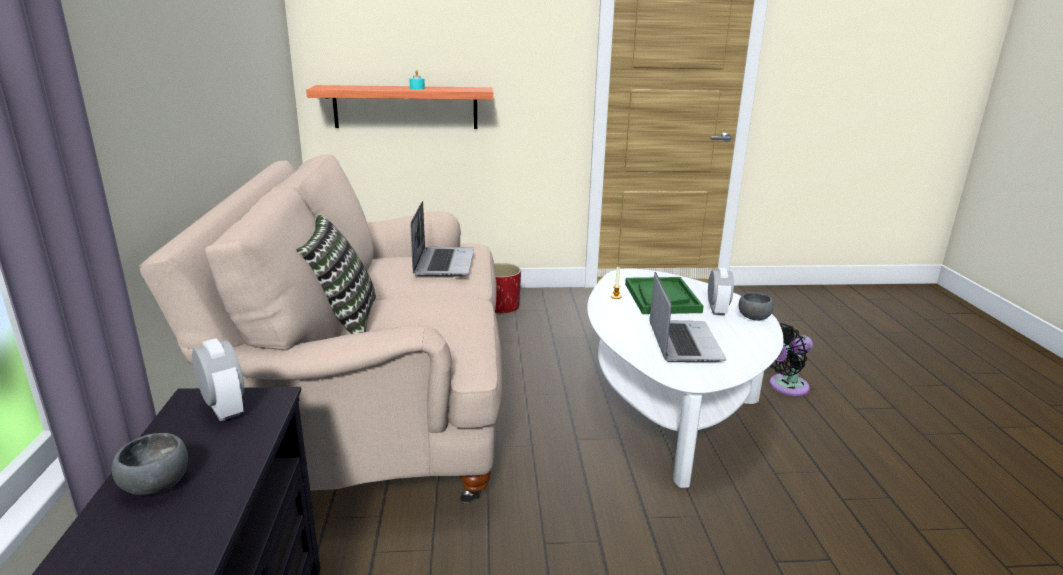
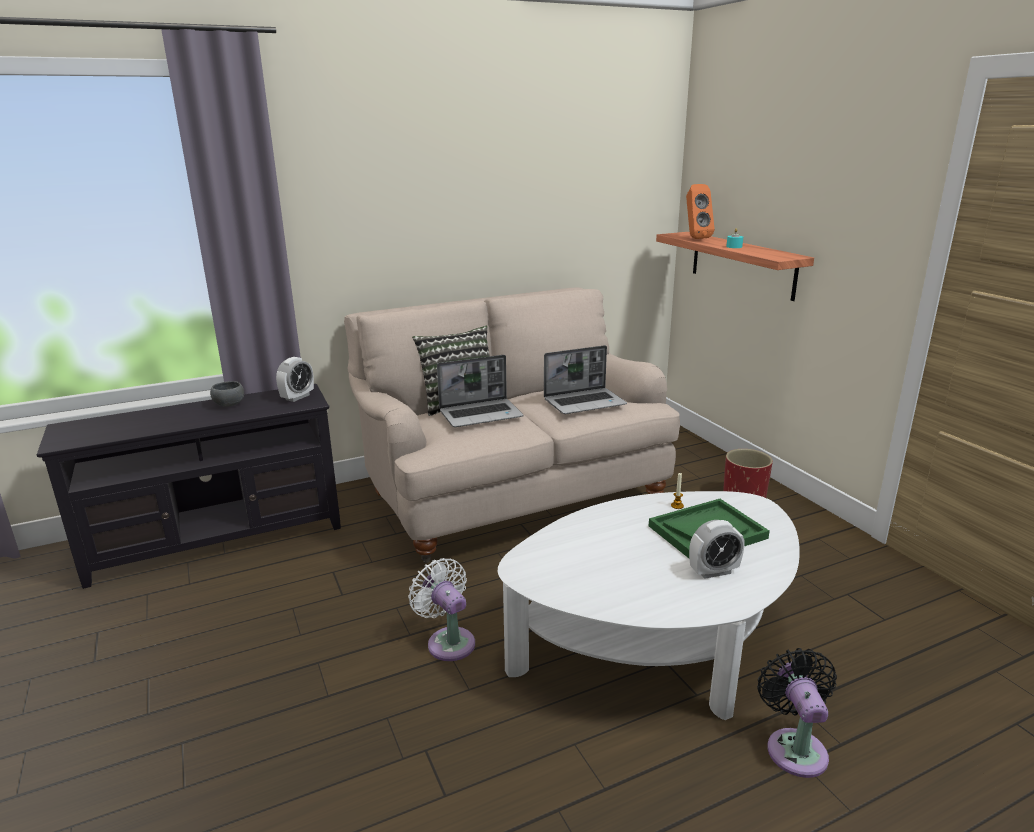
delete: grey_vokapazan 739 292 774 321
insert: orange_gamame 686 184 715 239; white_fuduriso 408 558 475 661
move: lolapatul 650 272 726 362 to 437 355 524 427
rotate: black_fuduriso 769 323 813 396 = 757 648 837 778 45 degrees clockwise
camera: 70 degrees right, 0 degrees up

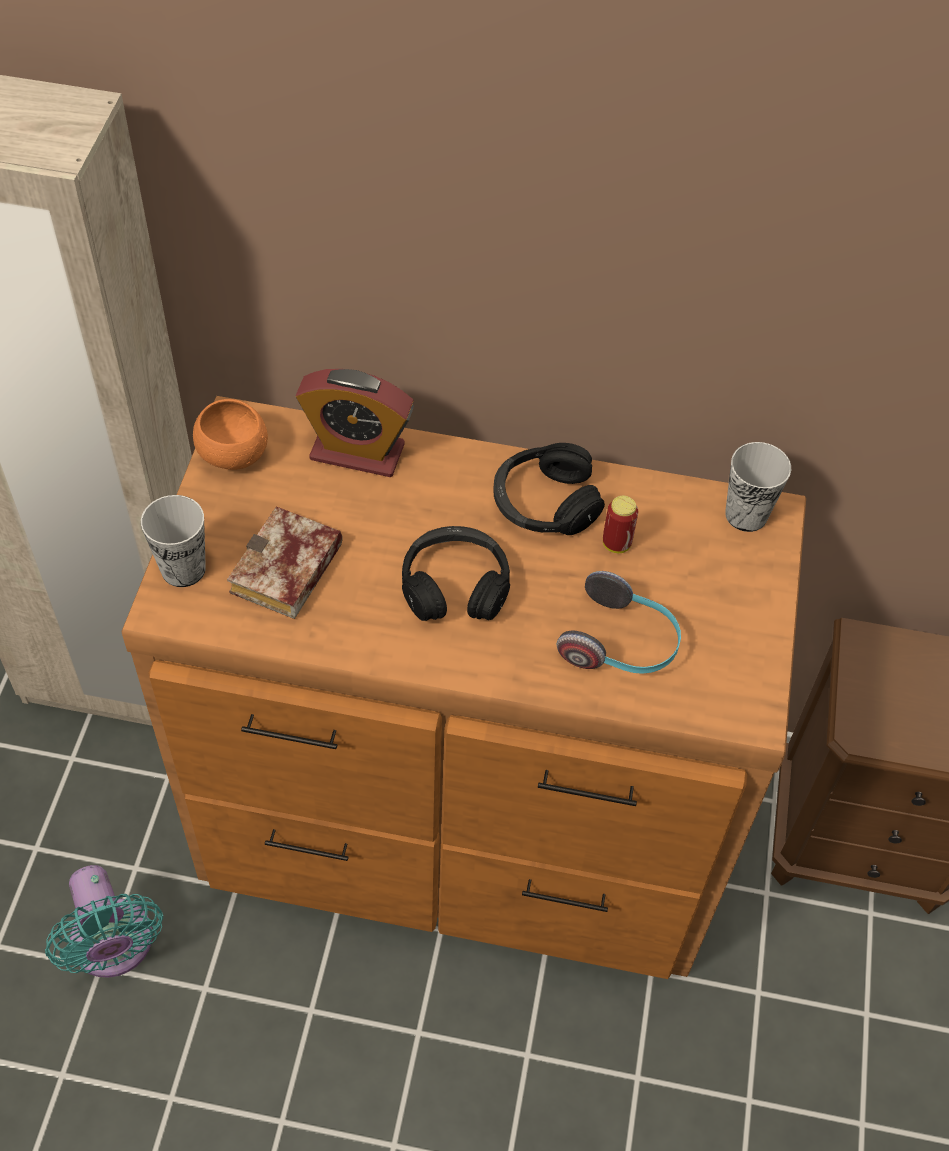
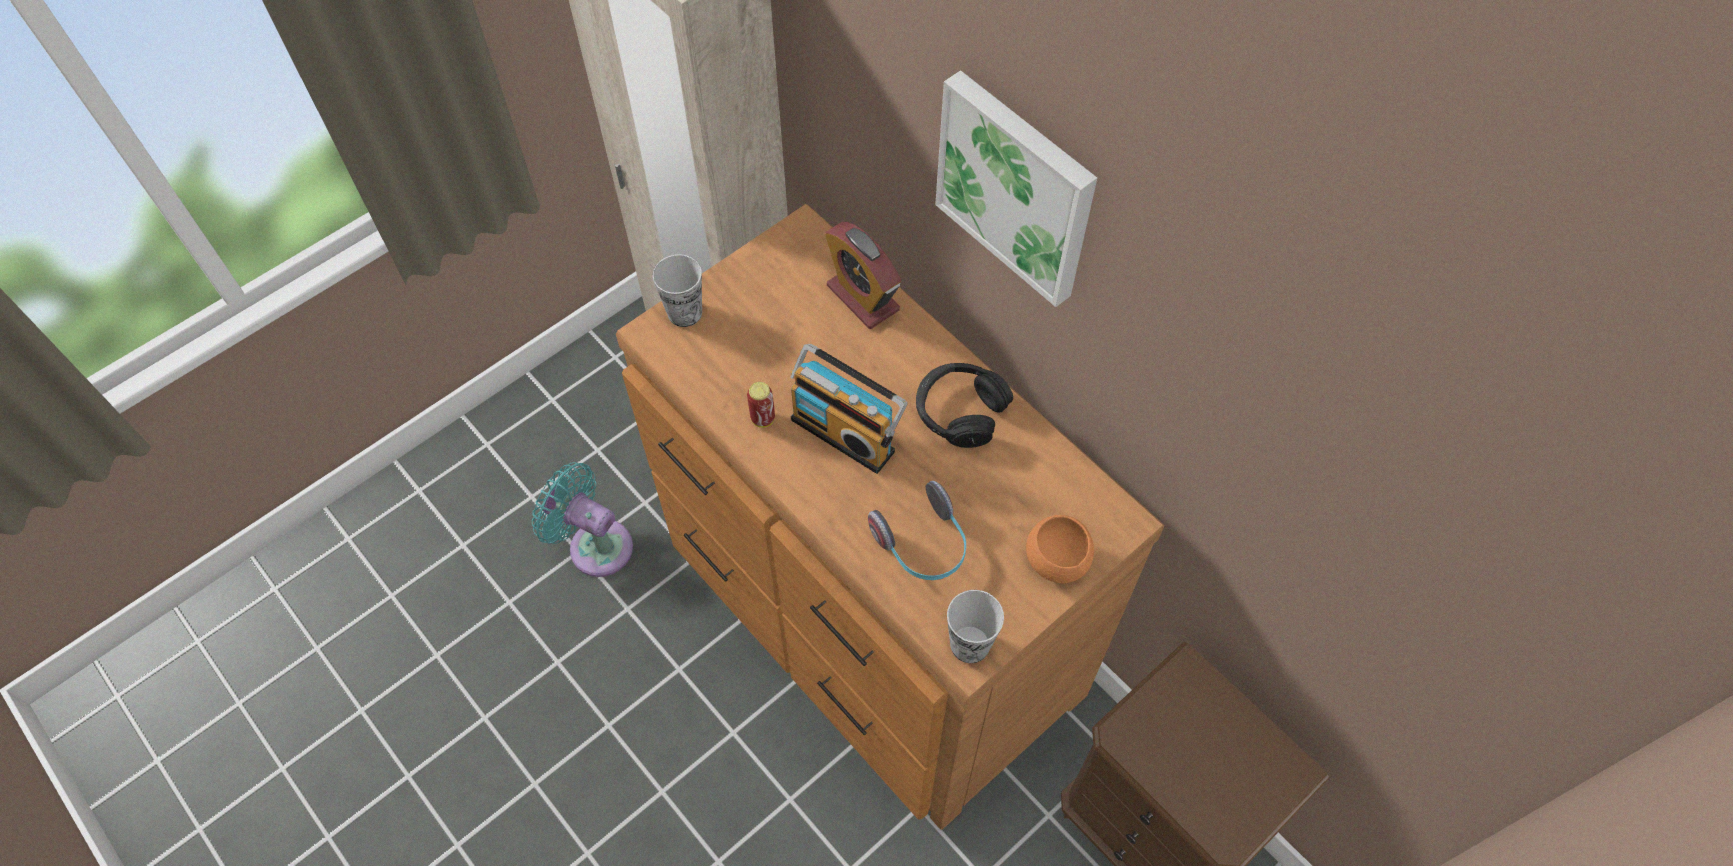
delete: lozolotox 227 507 343 619
insert: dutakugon 935 70 1097 307
move: orange_vokapazan 193 399 268 470 to 1026 515 1094 583; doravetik 725 442 791 532 to 947 590 1004 663; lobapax 603 496 638 553 to 747 382 775 428
replace: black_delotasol 402 526 510 621 to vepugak 790 344 908 474
rotate: turquoise_fuduriso 45 865 163 978 = 532 462 633 577 105 degrees clockwise
camera: 40 degrees right, 5 degrees up

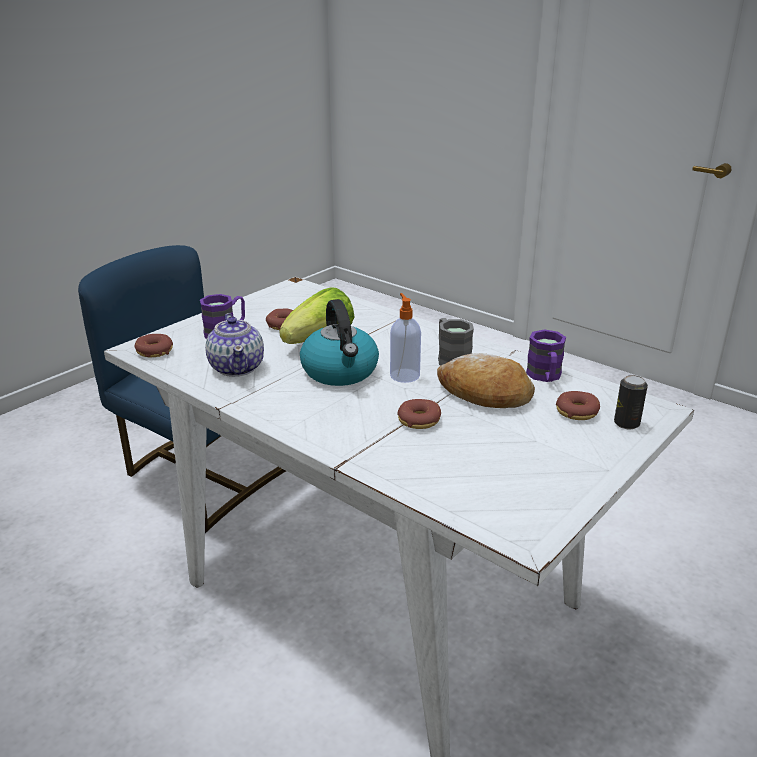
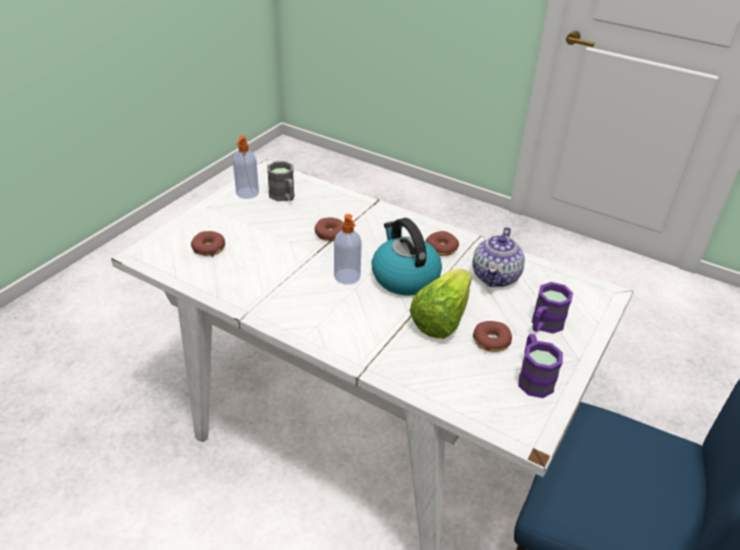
delete: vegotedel 437 353 535 408; lobapax 614 375 648 429
insert: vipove 233 135 259 199
move: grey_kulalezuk 438 318 474 365 to 267 161 295 201; purple_kulalezuk 526 330 566 382 to 518 334 563 398; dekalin 135 334 173 357 to 426 231 459 256
rotate: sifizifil 205 313 264 377 = 472 227 525 287 135 degrees counterclockwise
camera: 170 degrees right, 10 degrees up

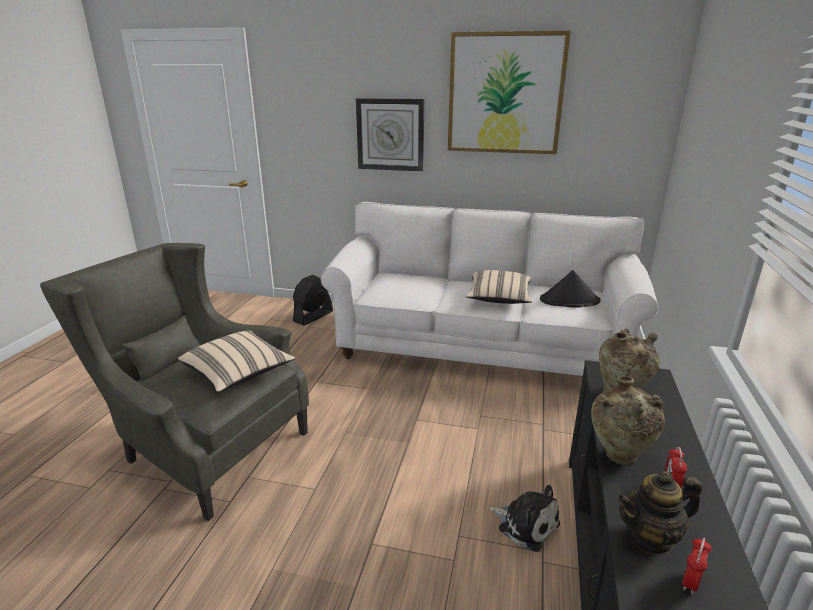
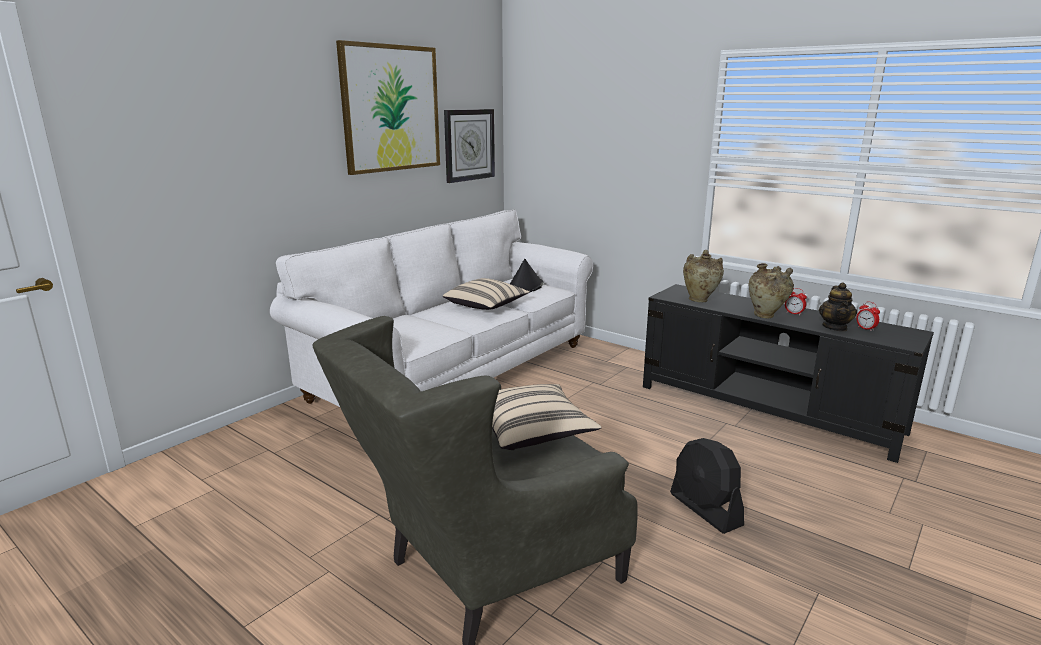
delete: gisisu 488 485 560 552
move: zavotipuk 356 98 424 171 to 444 109 495 183; black_fuduriso 293 275 333 325 to 670 438 744 534
camera: 65 degrees left, 5 degrees down

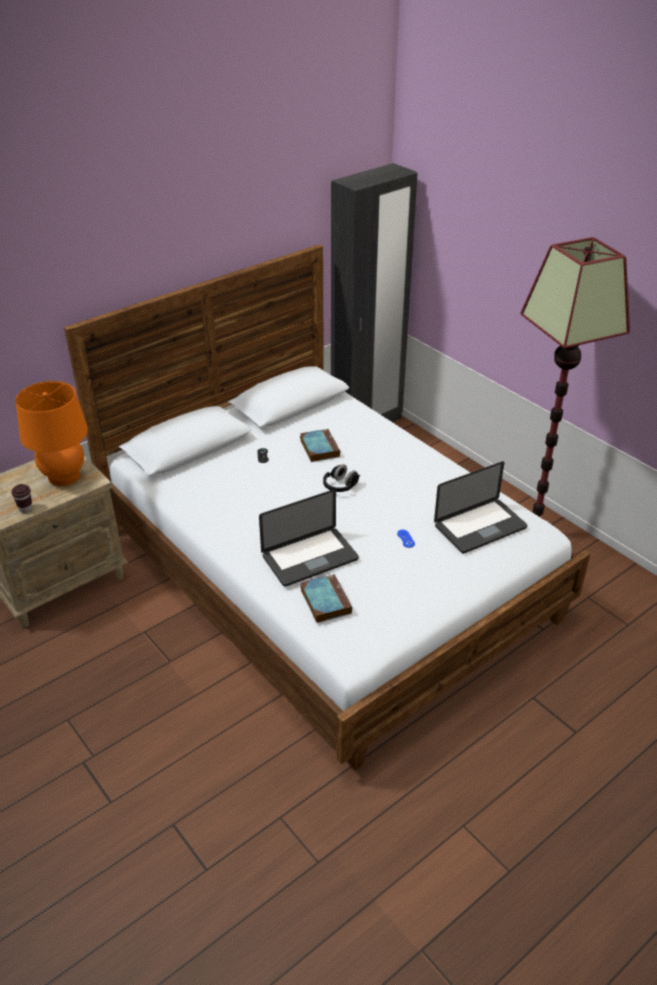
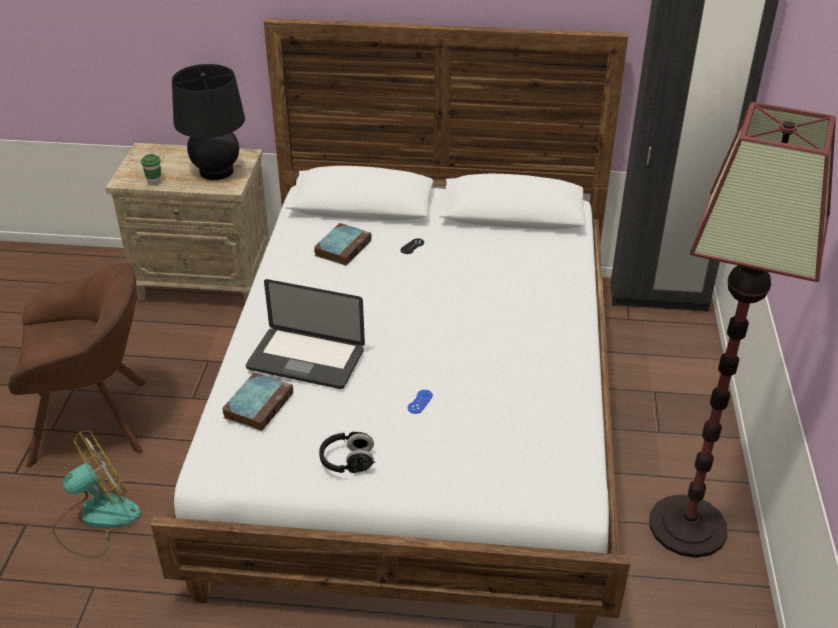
delete: lolapatul 434 461 527 554
insert: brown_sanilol 8 263 146 467; fuduriso 52 431 141 558
move: lozolotox 300 429 340 462 to 314 223 371 266; black_delotasol 323 464 360 492 to 319 432 375 473
recolor: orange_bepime 15 381 88 486 to black_bepime 172 64 245 180; brown_doravetik 11 484 33 513 to green_doravetik 141 154 162 185
camera: 45 degrees right, 0 degrees up

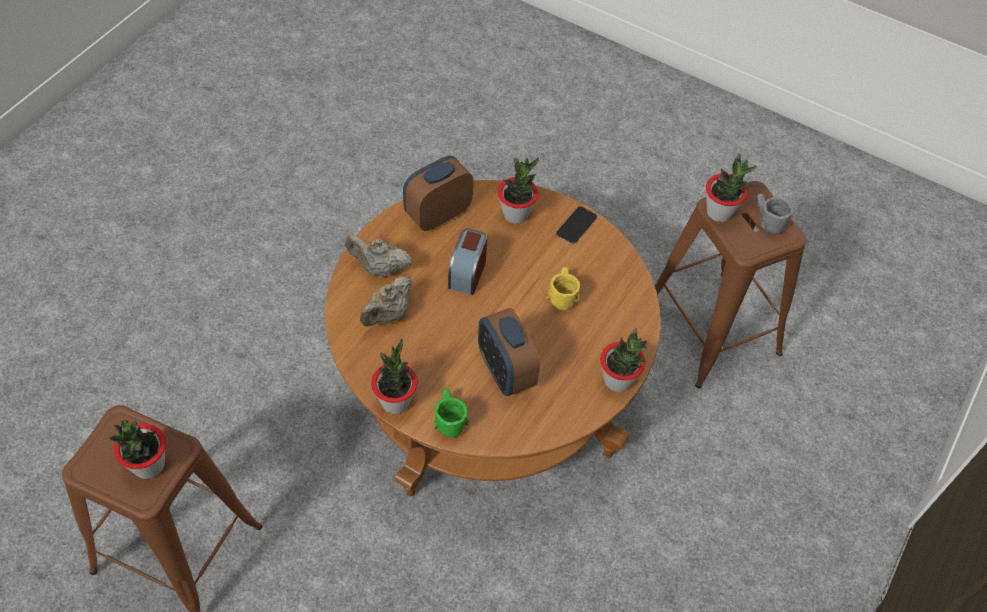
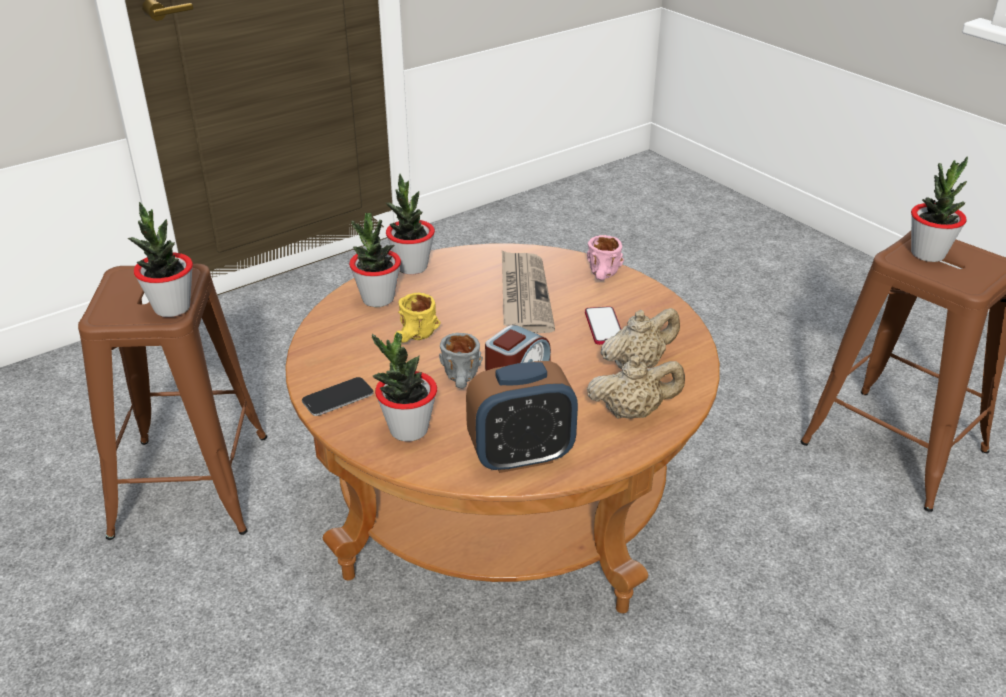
insert: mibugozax 585 306 621 345
move: grey_kulalezuk 756 194 793 234 to 439 333 483 388; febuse 371 338 417 414 to 349 213 401 307
replace: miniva 478 308 540 396 to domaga 502 250 555 333
recolor: green_kulalezuk 434 389 469 437 to pink_kulalezuk 587 235 624 281
rotate: beige_sifizifil 345 234 412 277 = 587 355 685 419 45 degrees counterclockwise
camera: 155 degrees left, 20 degrees down

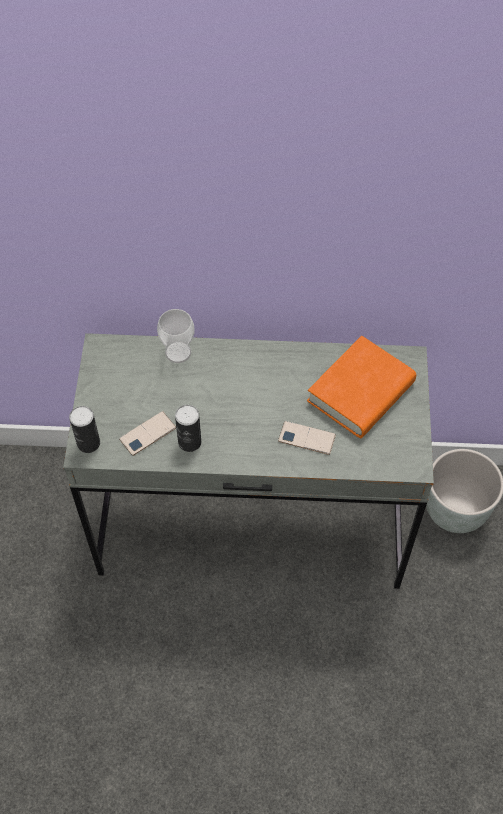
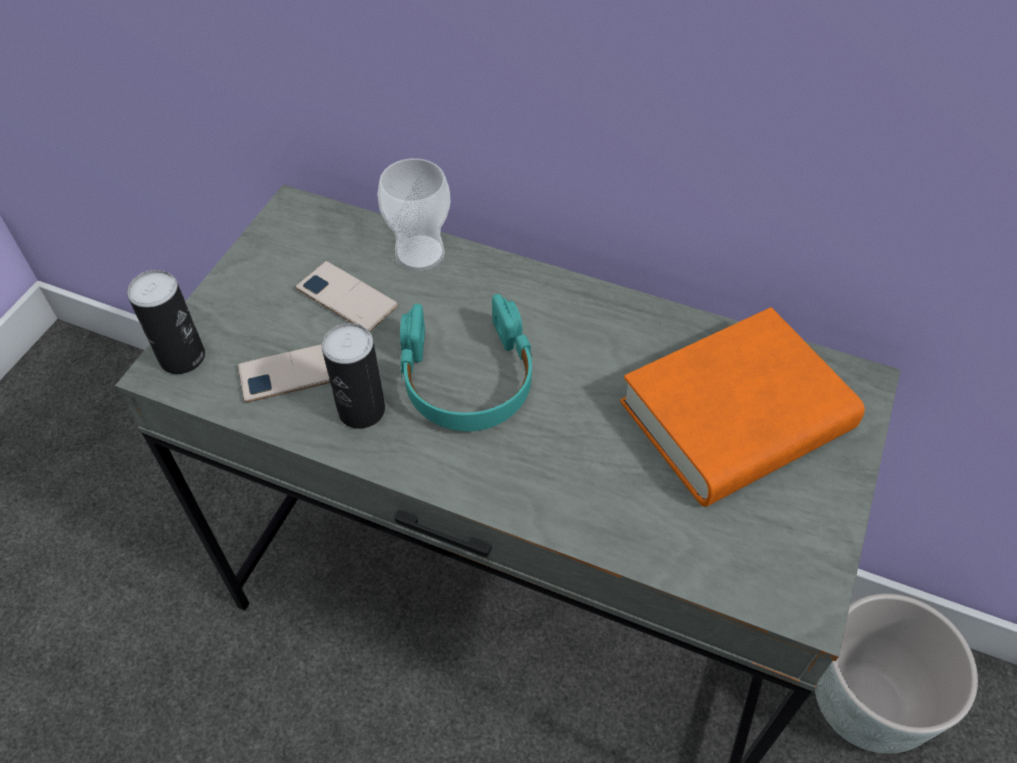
insert: turquoise_delotasol 400 294 532 431
move: mibugozax 278 421 336 455 to 295 261 398 332
camera: 20 degrees right, 5 degrees down

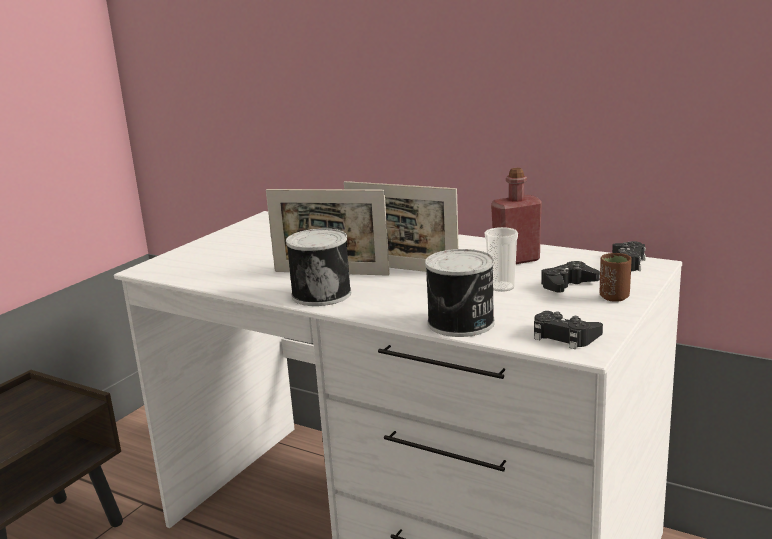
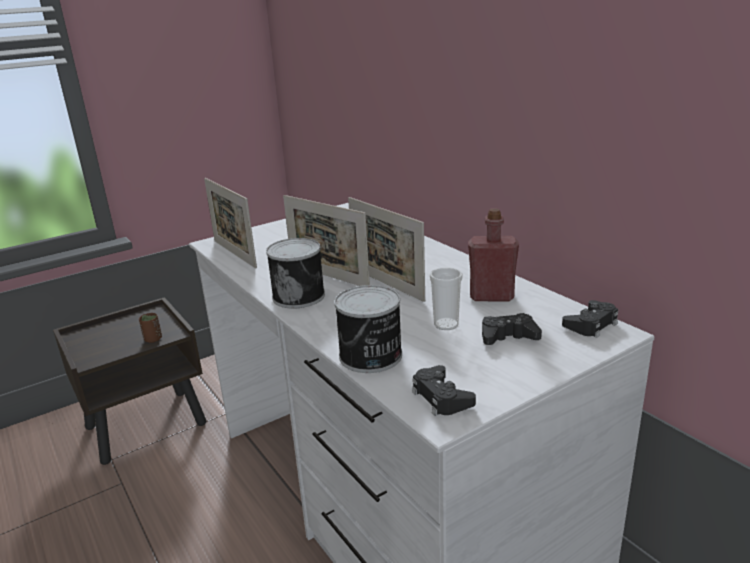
insert: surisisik 204 178 257 268
move: brown_doravetik 600 253 632 302 to 139 313 162 343
camera: 25 degrees right, 5 degrees up

